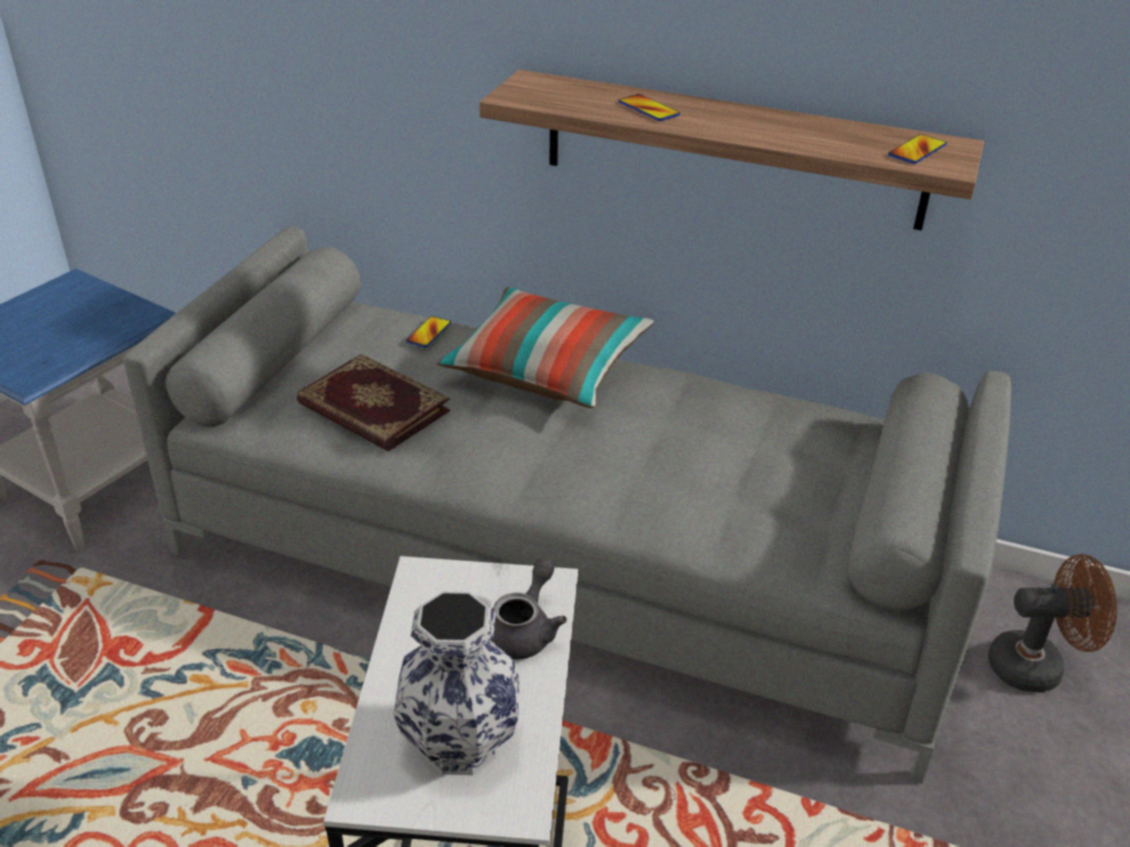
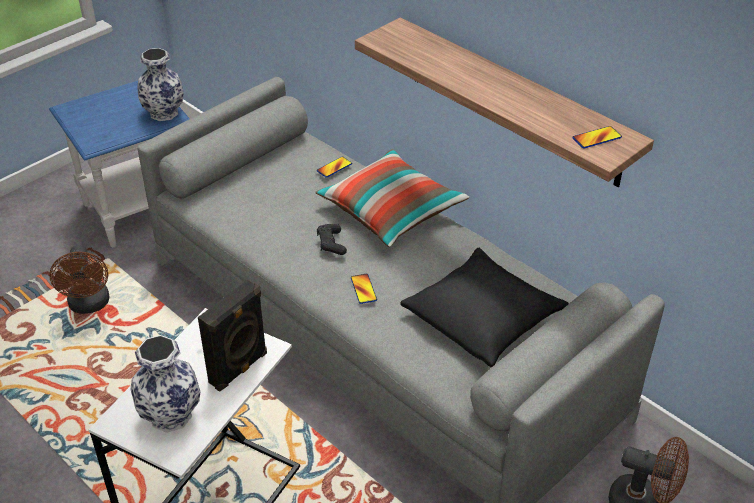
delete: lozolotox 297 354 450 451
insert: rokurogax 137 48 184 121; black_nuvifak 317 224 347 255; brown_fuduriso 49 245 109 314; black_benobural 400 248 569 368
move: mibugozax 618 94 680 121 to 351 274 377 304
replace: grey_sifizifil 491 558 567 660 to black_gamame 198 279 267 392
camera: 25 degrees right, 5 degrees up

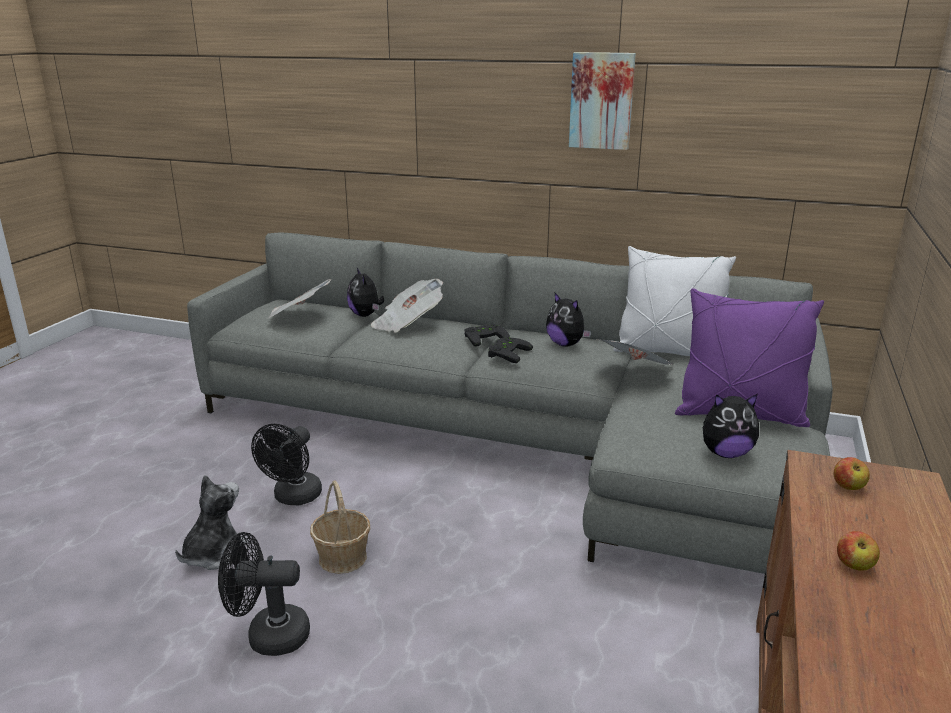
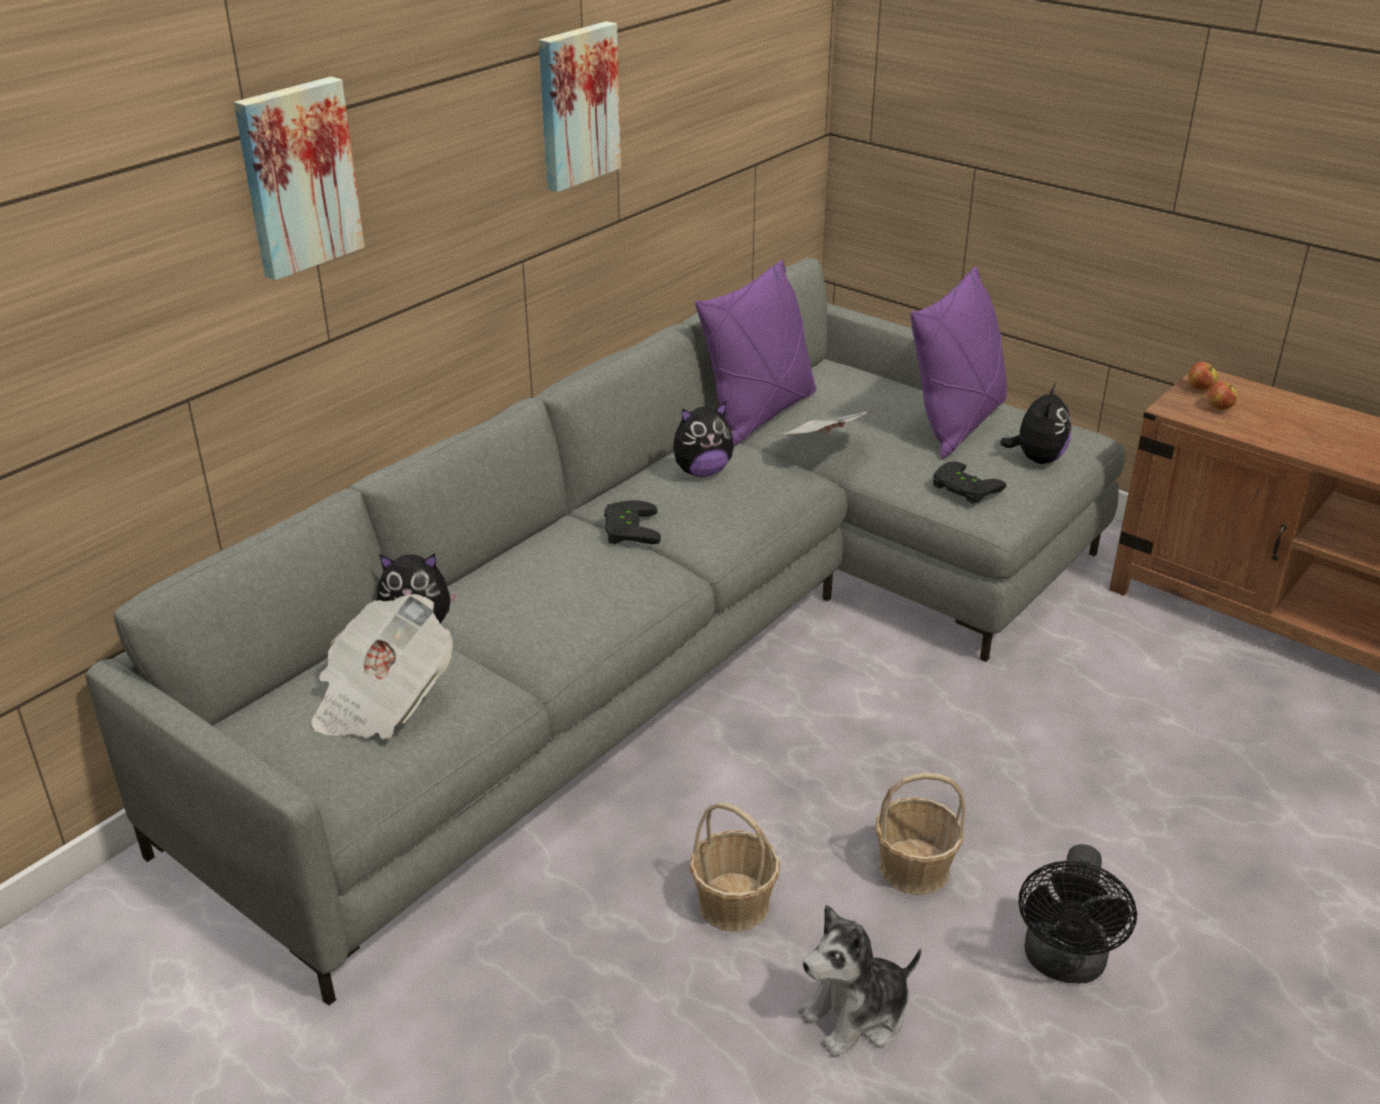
delete: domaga 371 279 443 333
insert: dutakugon 234 77 365 280
move: black_nuvifak 488 337 533 363 to 933 461 1006 504; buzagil 837 531 880 571 to 1188 362 1218 390
replace: black_fuduriso 251 424 322 505 to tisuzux 689 802 780 932
recolor: white_benobural 613 246 736 356 to purple_benobural 695 259 816 446
rotate: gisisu 175 475 249 570 = 798 905 922 1057 75 degrees counterclockwise
camera: 70 degrees left, 10 degrees up

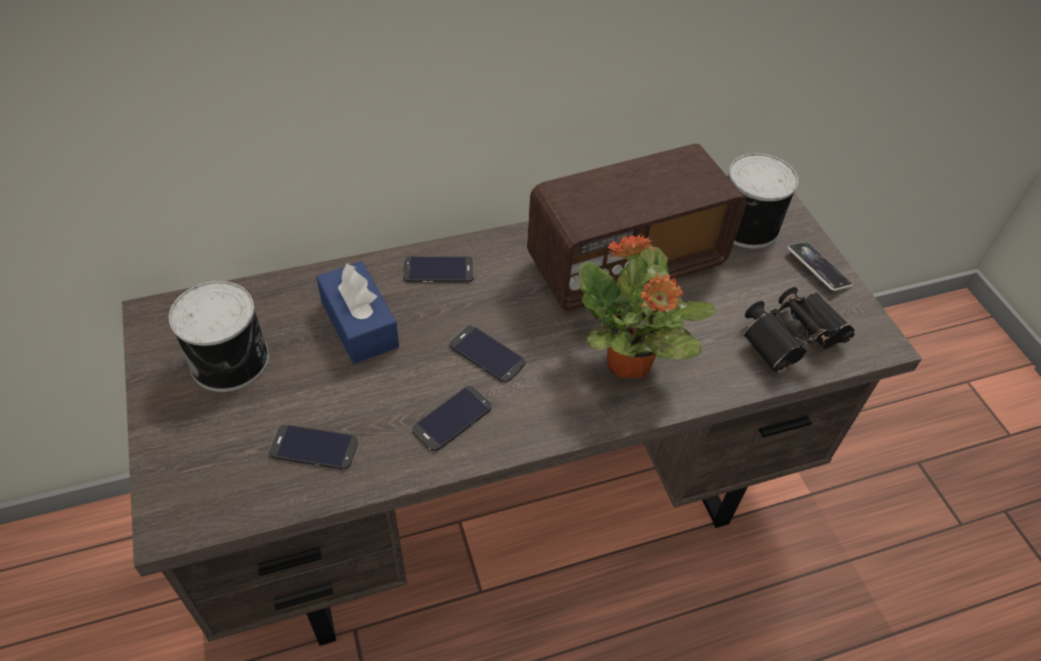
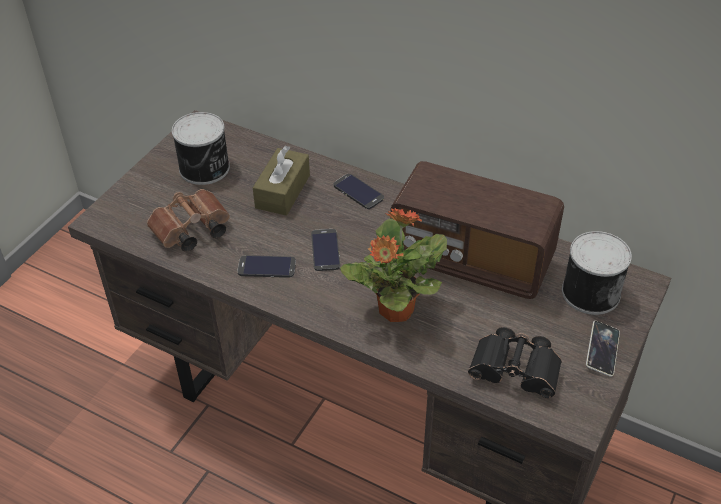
replace: mibugozax 269 424 358 470 to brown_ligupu 147 189 230 252
recolor: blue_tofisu 316 261 399 364 to brown_tofisu 253 145 310 216
camera: 50 degrees right, 5 degrees down

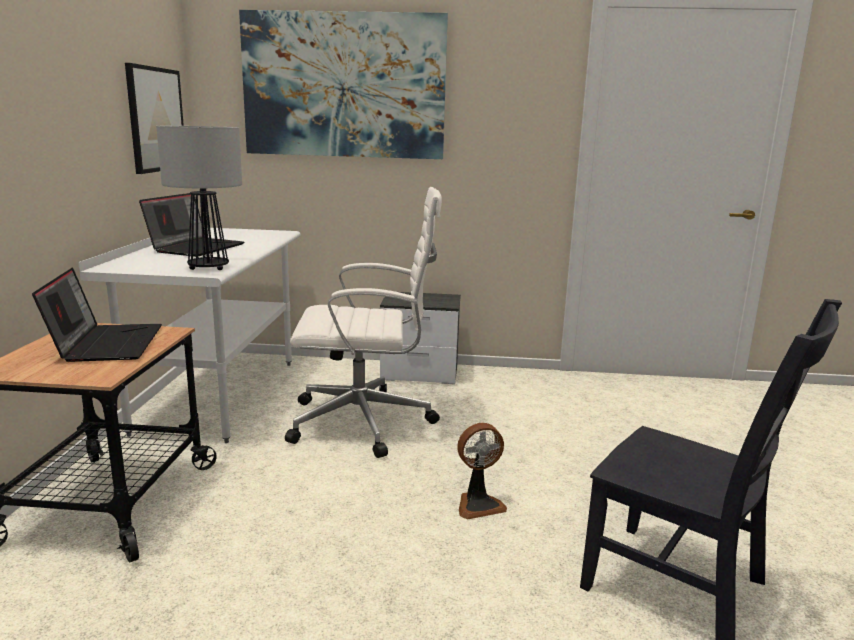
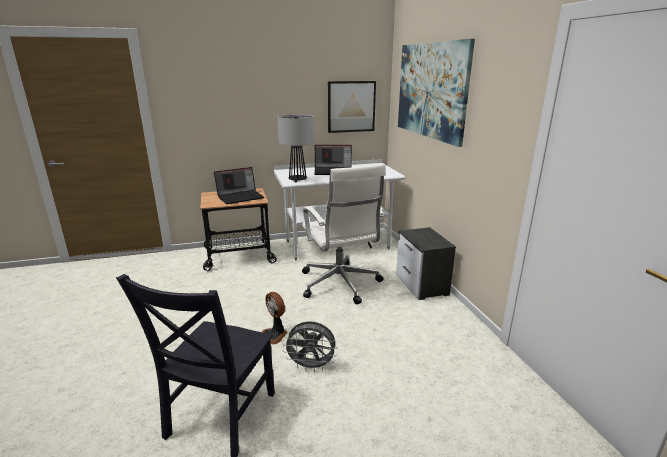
insert: grey_fuduriso 282 321 338 372
camera: 70 degrees right, 5 degrees up

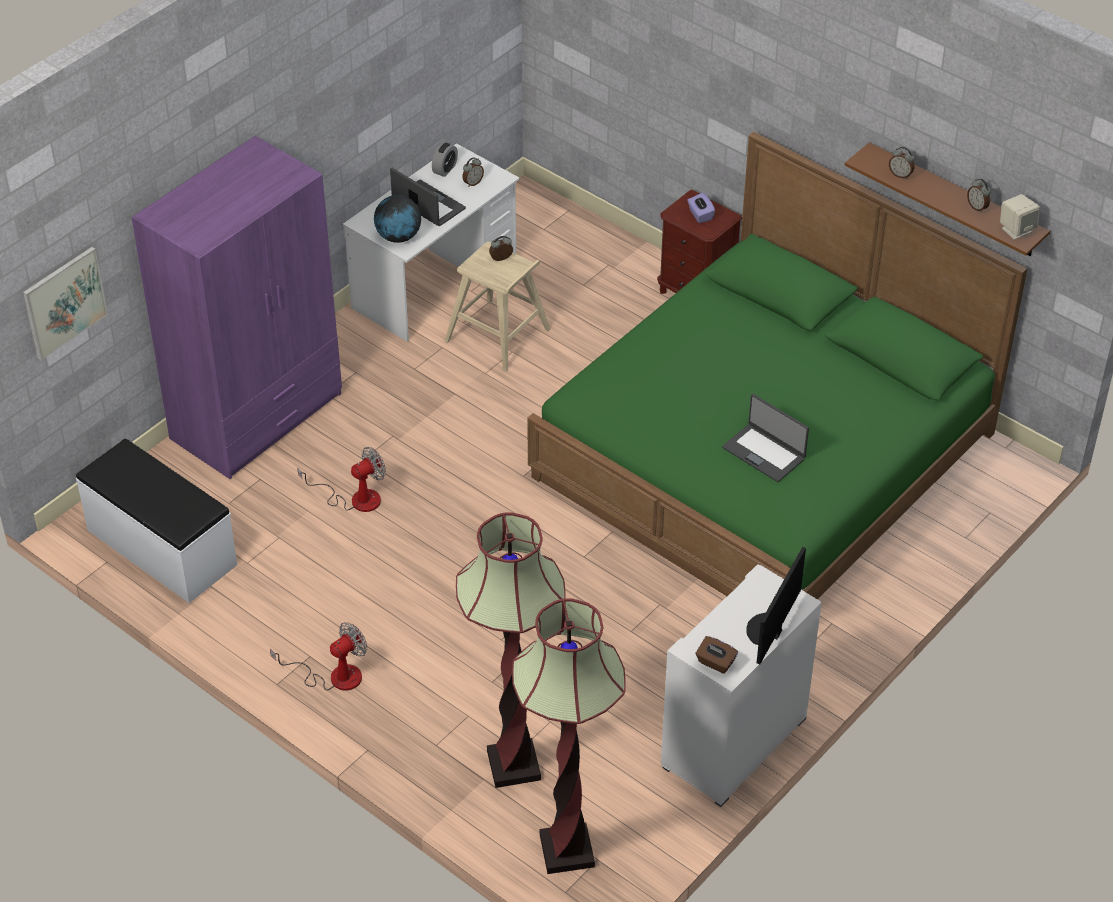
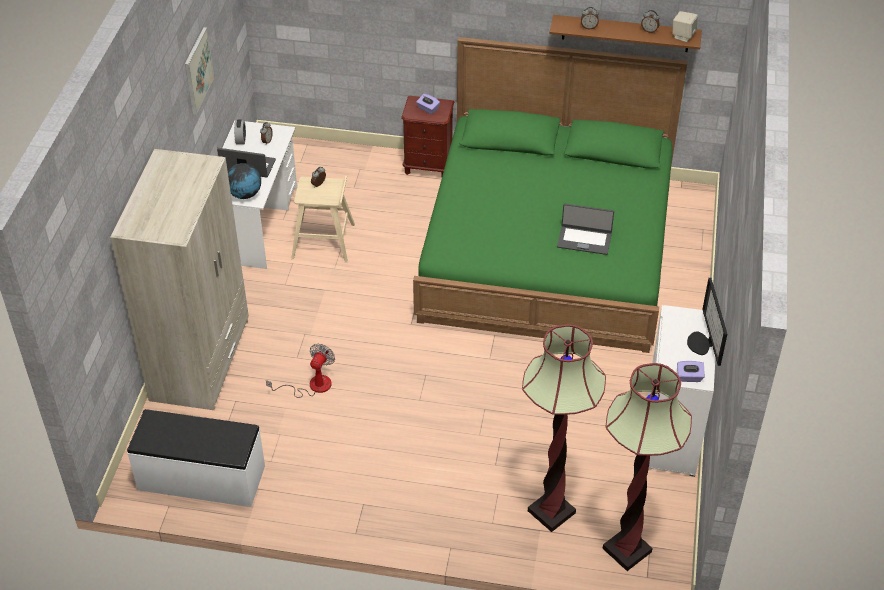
delete: fuduriso 270 622 367 691
move: dutakugon 23 247 108 360 to 185 27 214 115
recolor: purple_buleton 132 136 342 479 to beige_buleton 110 149 249 410; brown_tofisu 696 636 738 674 to purple_tofisu 677 361 705 382
camera: 30 degrees left, 0 degrees up

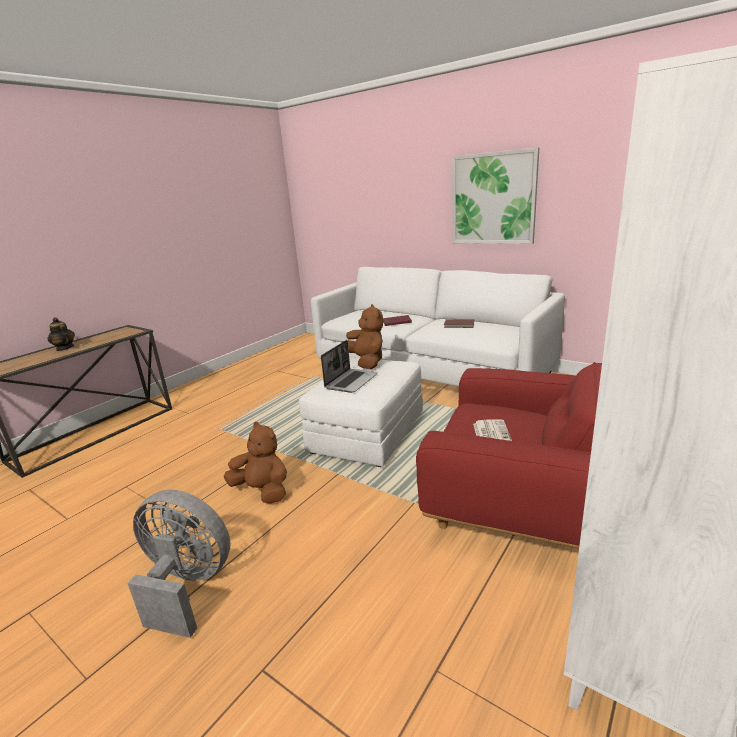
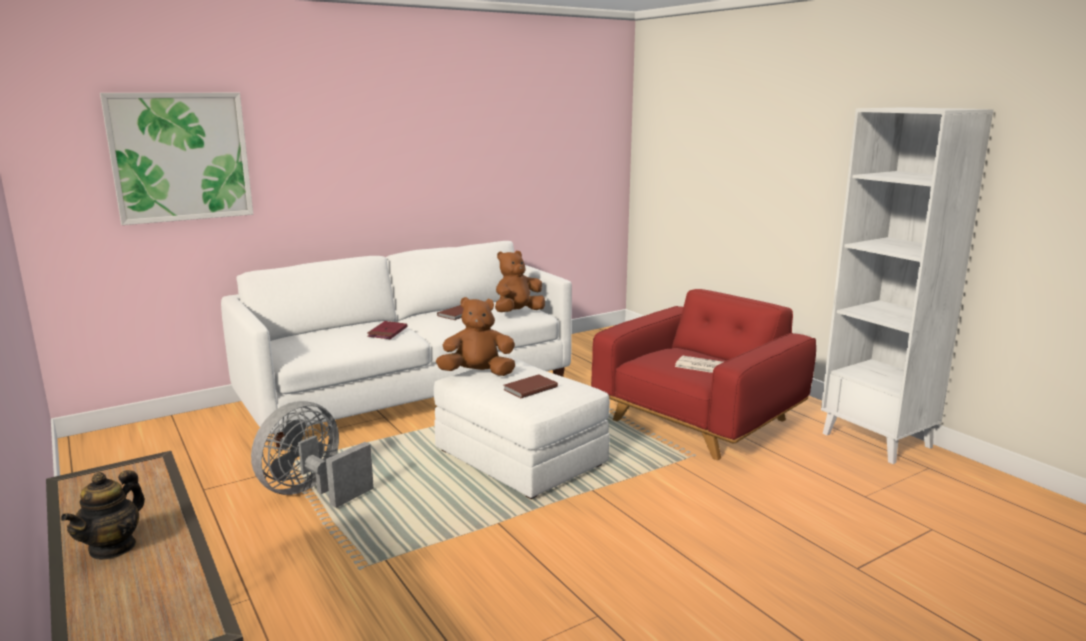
move: dutakugon 452 148 539 244 to 100 93 253 225; brown_gisisu 224 422 287 504 to 495 251 545 312; grey_fuduriso 128 489 230 638 to 251 401 374 508
replace: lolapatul 321 340 378 393 to brown_lozolotox 504 374 558 398
rotate: sifizifil 48 317 75 351 = 61 470 145 560 45 degrees counterclockwise
camera: 70 degrees left, 5 degrees down

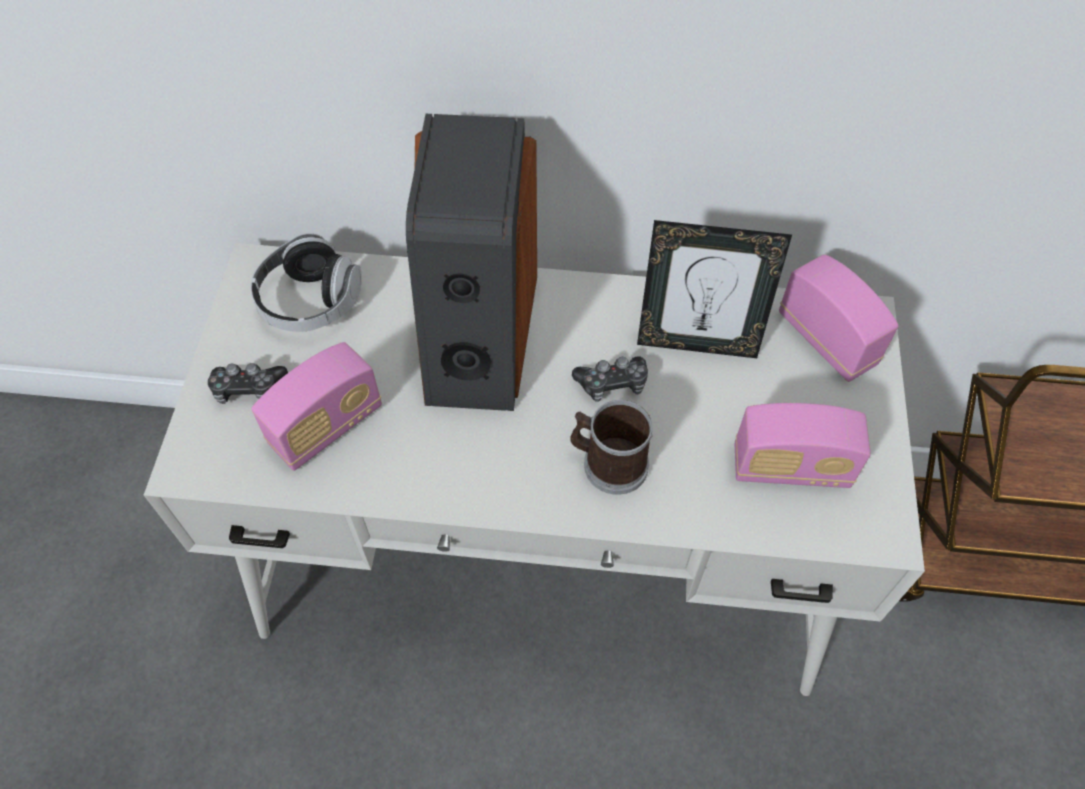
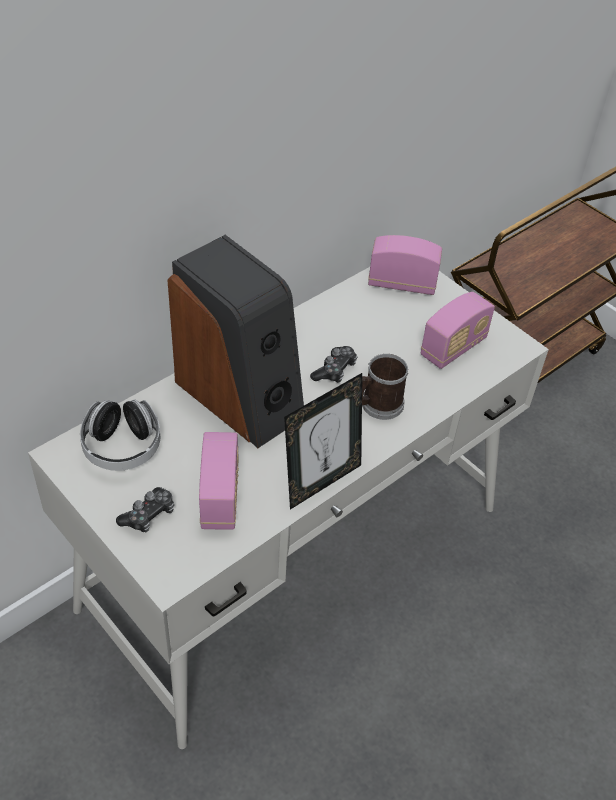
move: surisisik 637 220 792 358 to 284 373 362 510
camera: 50 degrees left, 10 degrees down

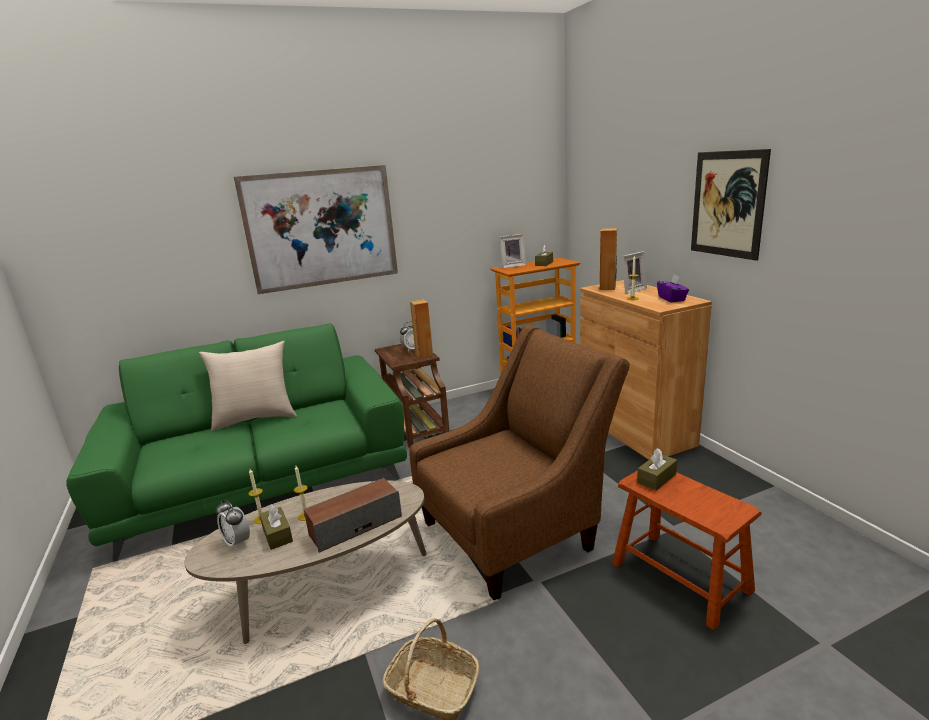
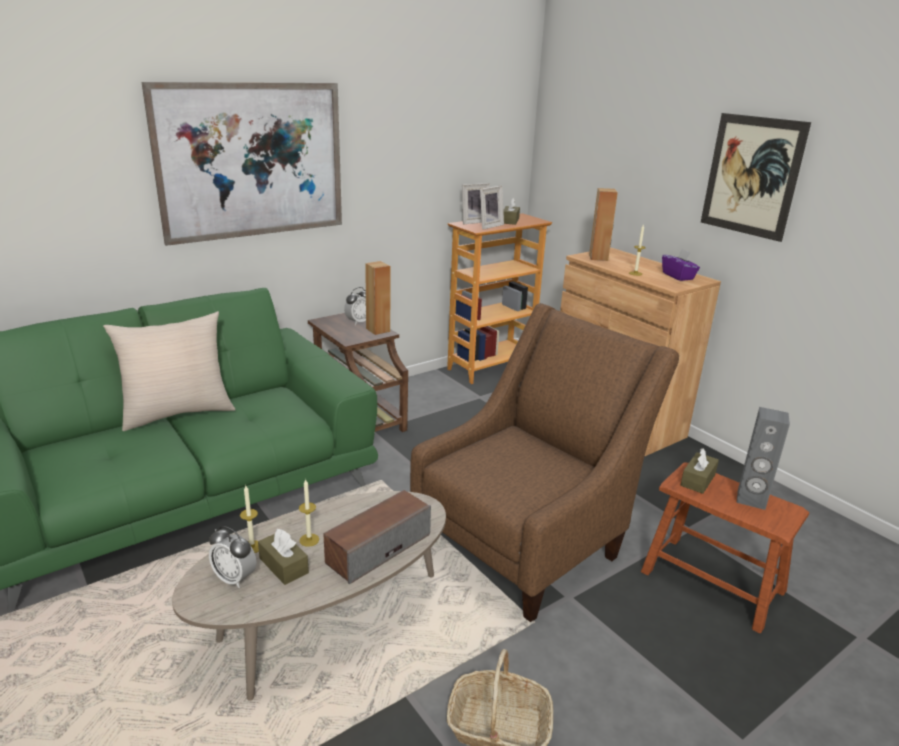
insert: grey_gamame 736 407 790 510
move: surisisik 622 251 647 294 to 480 186 504 230
camera: 15 degrees left, 5 degrees up

